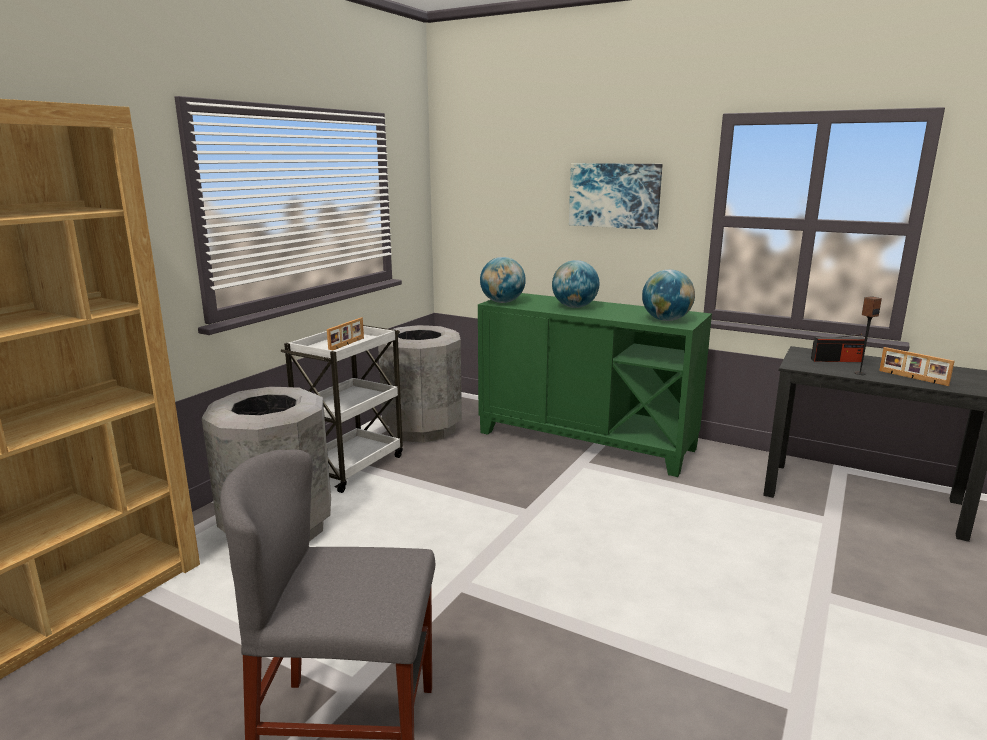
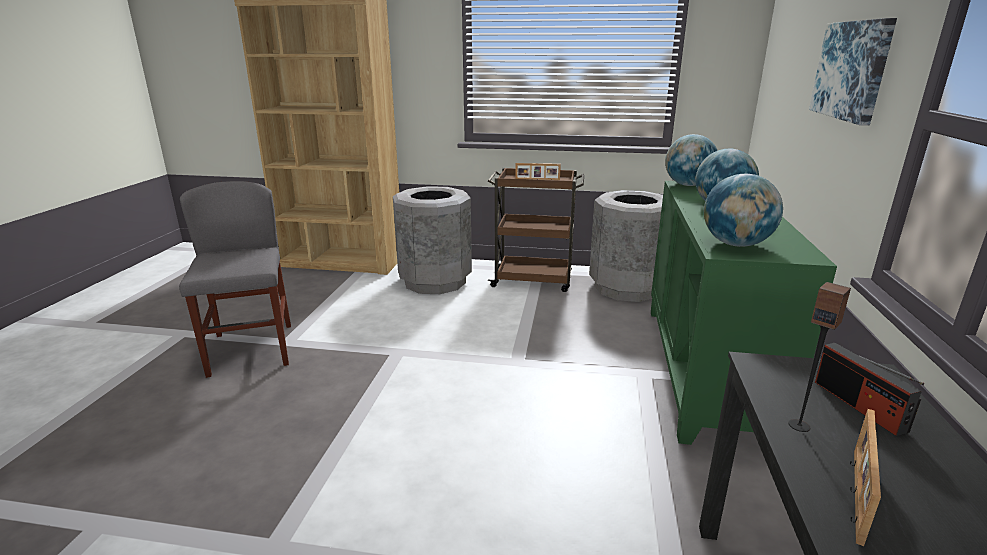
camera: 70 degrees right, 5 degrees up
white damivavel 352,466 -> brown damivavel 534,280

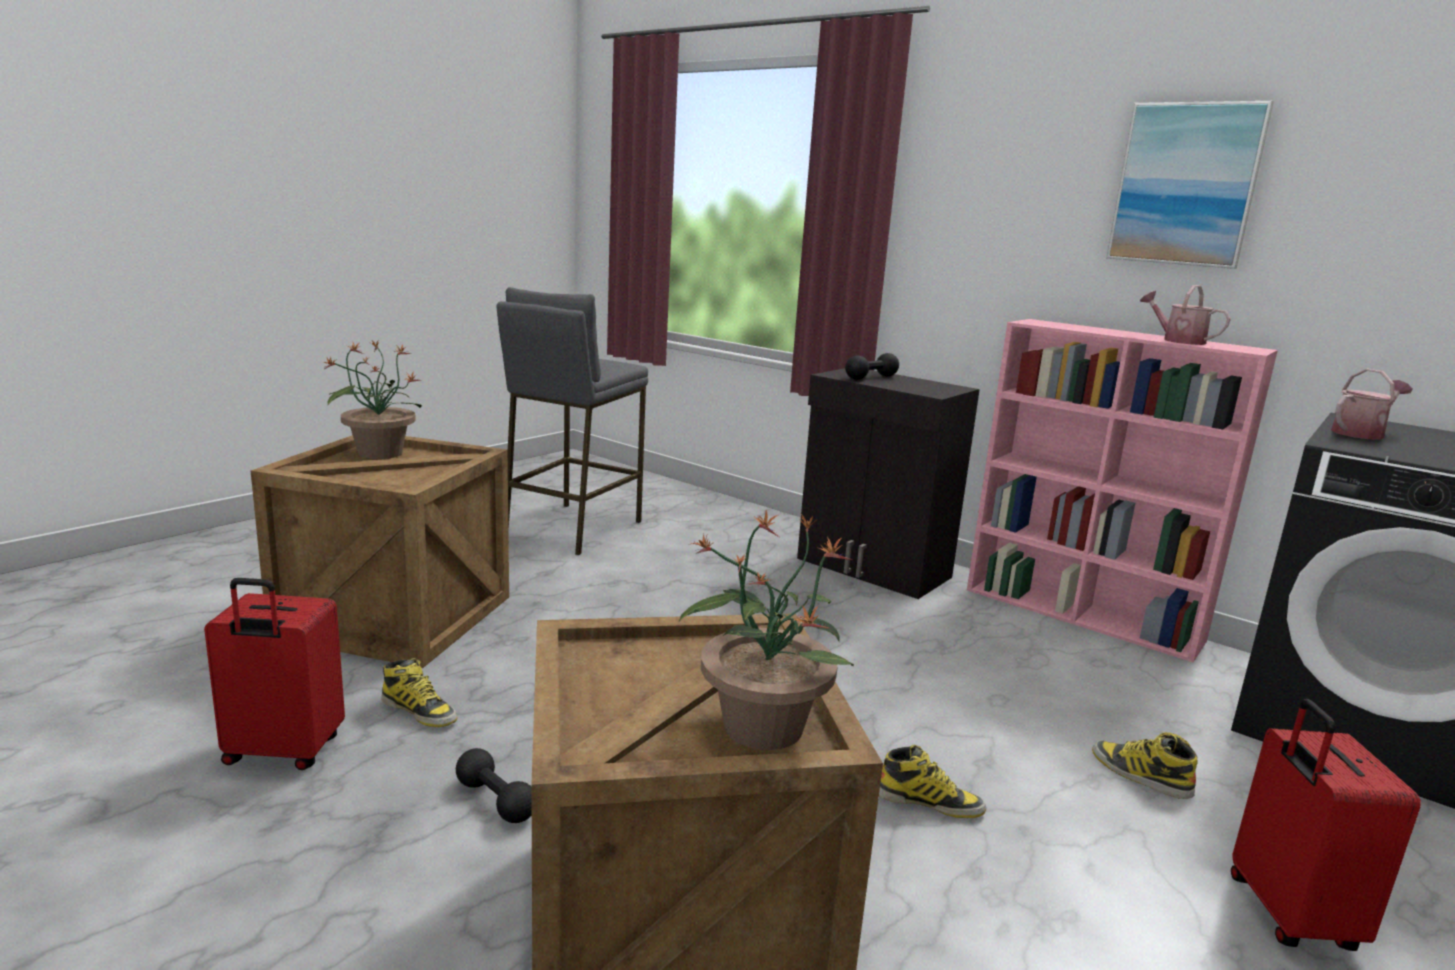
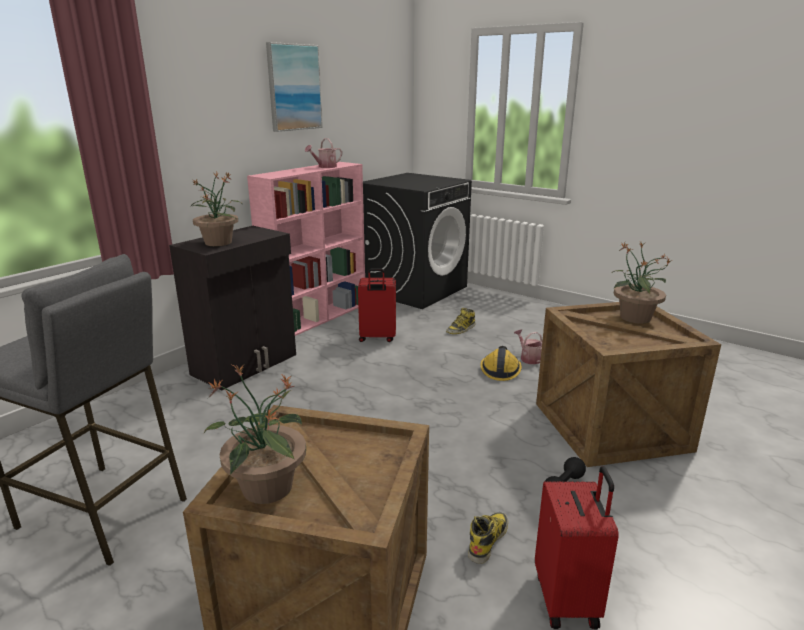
camera: 90 degrees left, 5 degrees up
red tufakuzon 1287,914 -> red tufakuzon 377,338, shifted
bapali 1361,433 -> bapali 528,358, shifted
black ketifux 871,377 -> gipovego 218,242
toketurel 929,802 -> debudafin 500,370

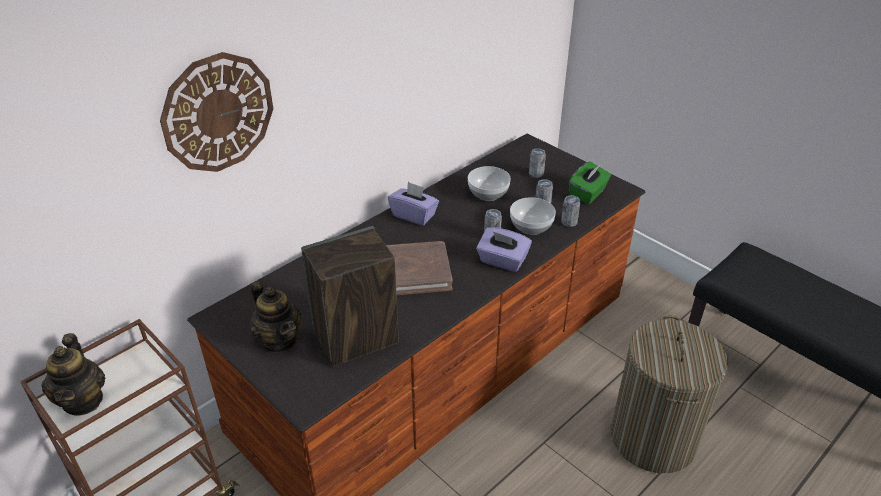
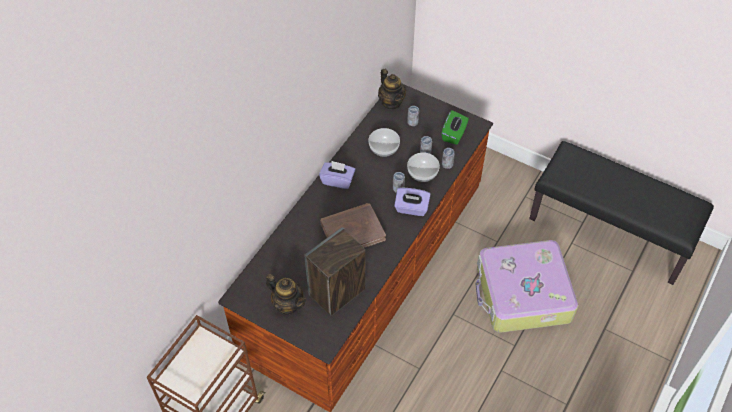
camera: 15 degrees left, 15 degrees up
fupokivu 218,113 -> none
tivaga 83,400 -> tivaga 391,102, shifted
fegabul 653,438 -> tufakuzon 522,294

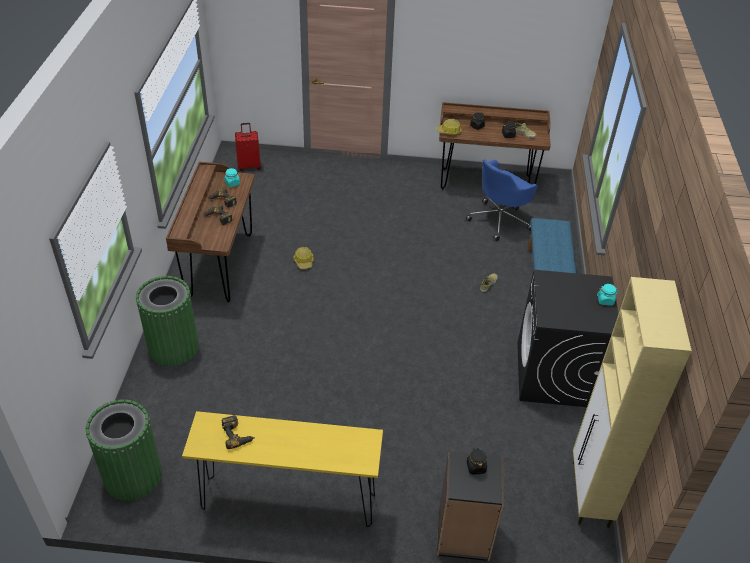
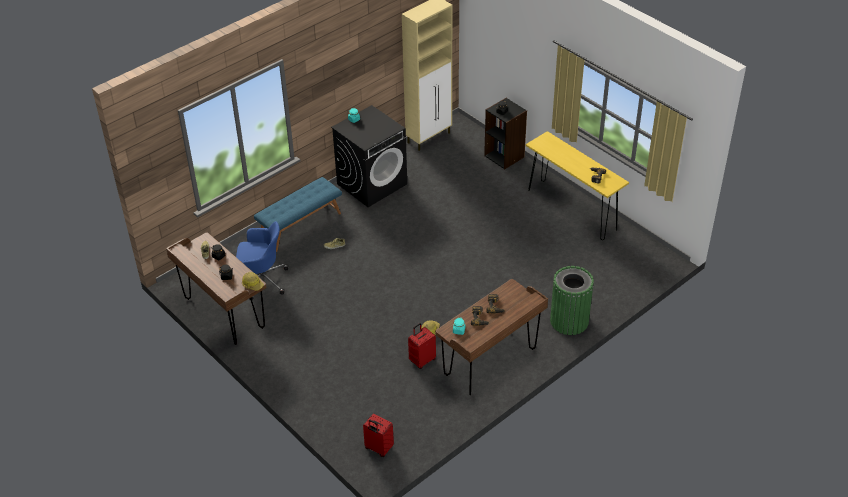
camera: 135 degrees left, 0 degrees up
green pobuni 132,476 -> none
none -> red tufakuzon 422,360

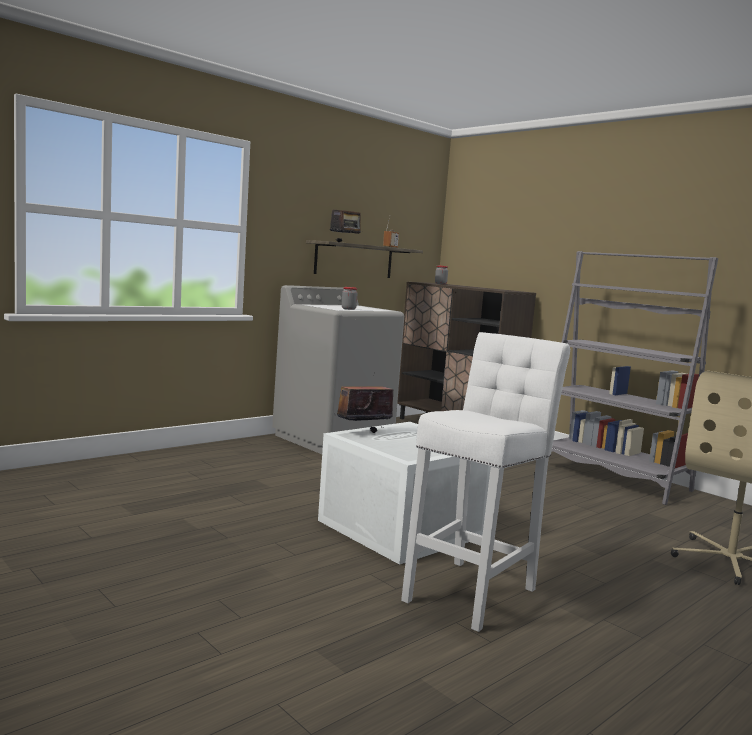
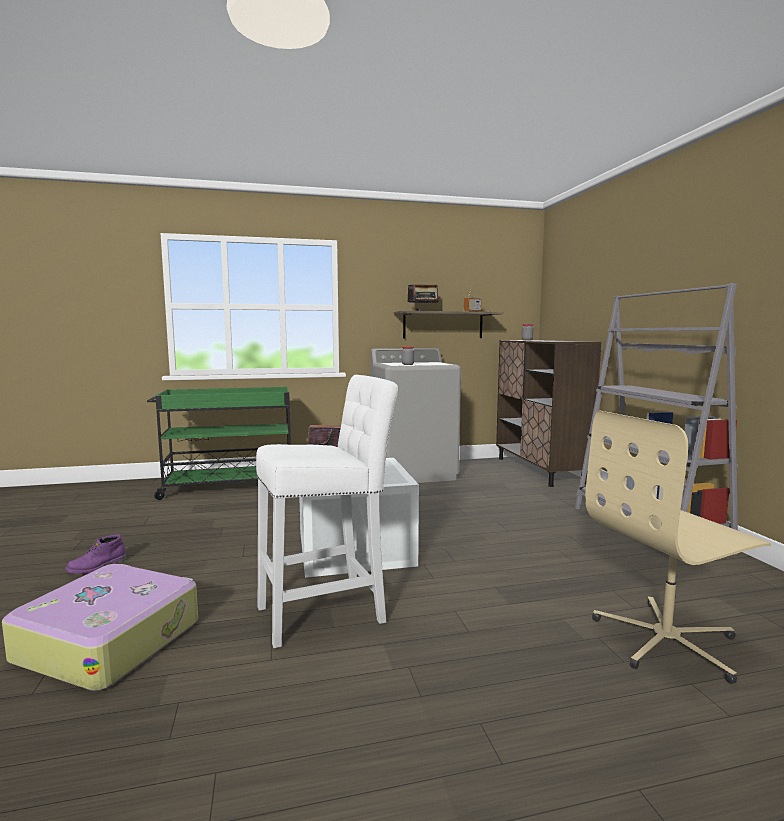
camera: 30 degrees right, 0 degrees up
none -> tufakuzon 110,640
none -> purple toketurel 97,567
none -> green damivavel 229,487

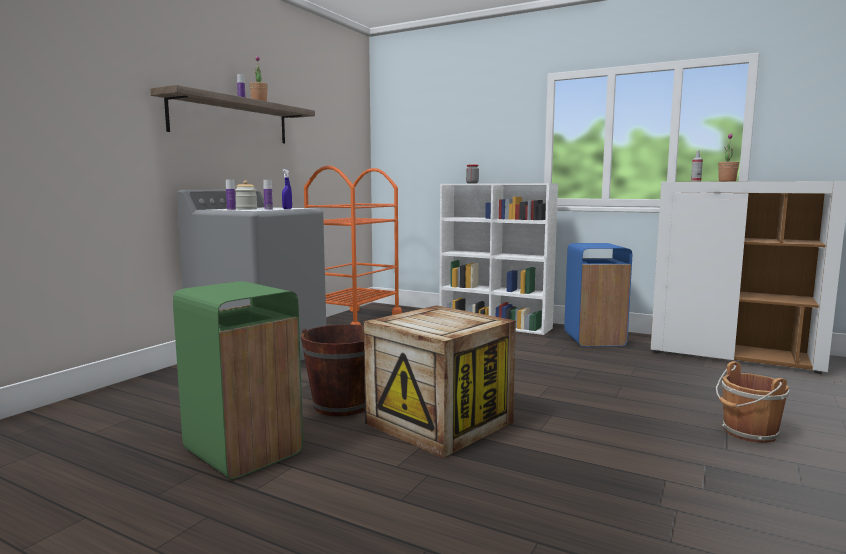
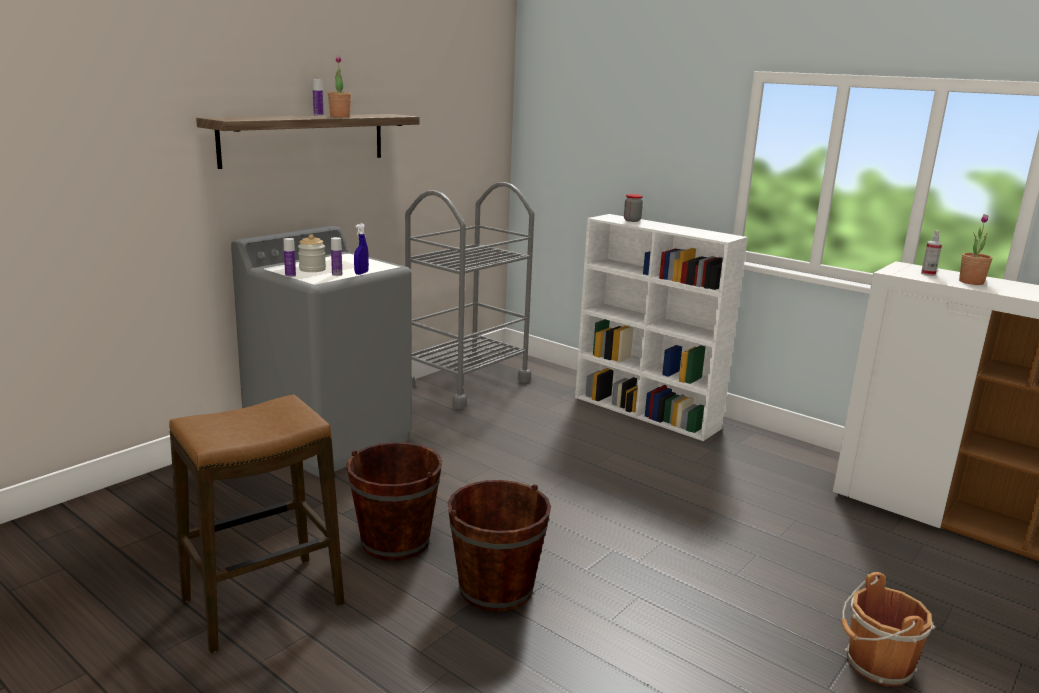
camera: 10 degrees right, 10 degrees up
blue pobuni 594,339 -> none
green pobuni 242,452 -> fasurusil 262,603
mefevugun 439,423 -> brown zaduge 496,589
orange damivavel 354,320 -> grey damivavel 467,383

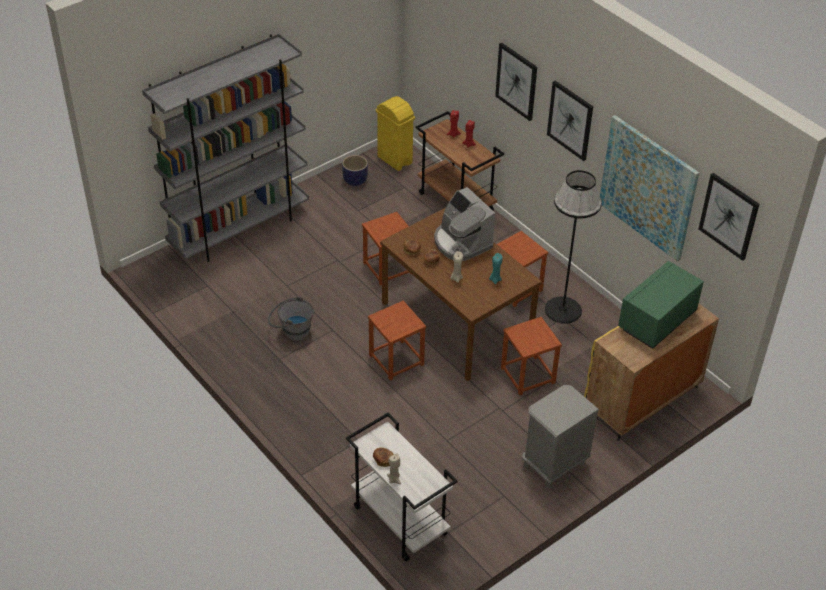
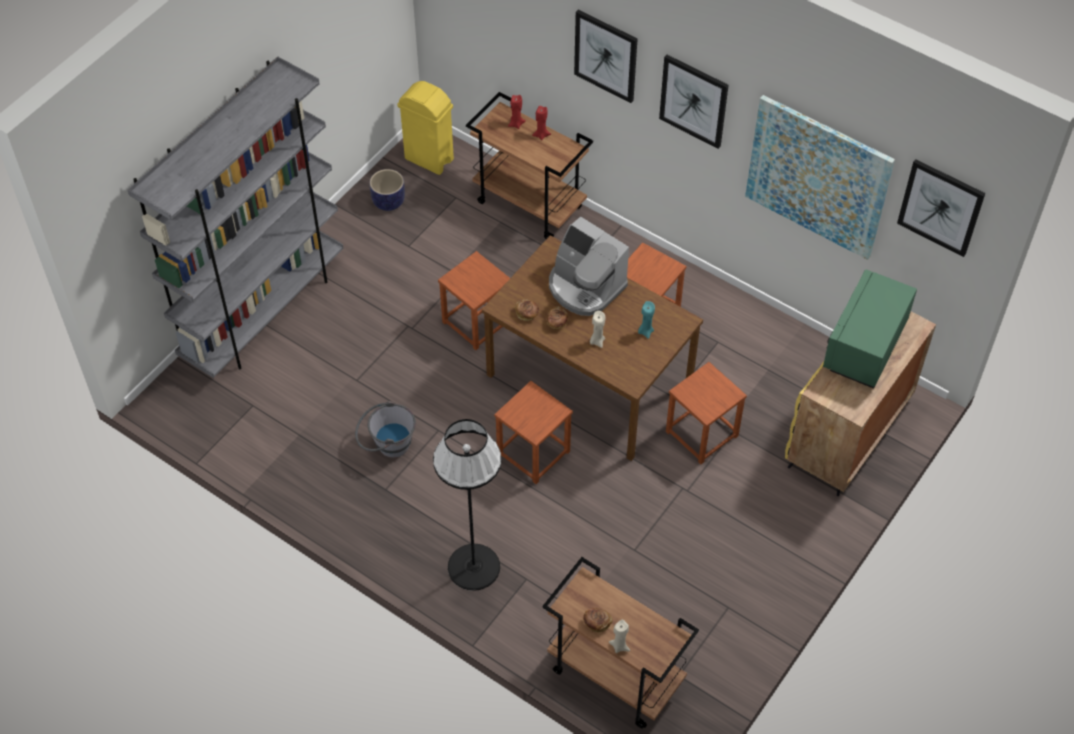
camera: 15 degrees left, 10 degrees up
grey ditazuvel 554,464 -> none
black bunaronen 563,310 -> black bunaronen 473,566, shifted
white damivavel 398,520 -> brown damivavel 614,675

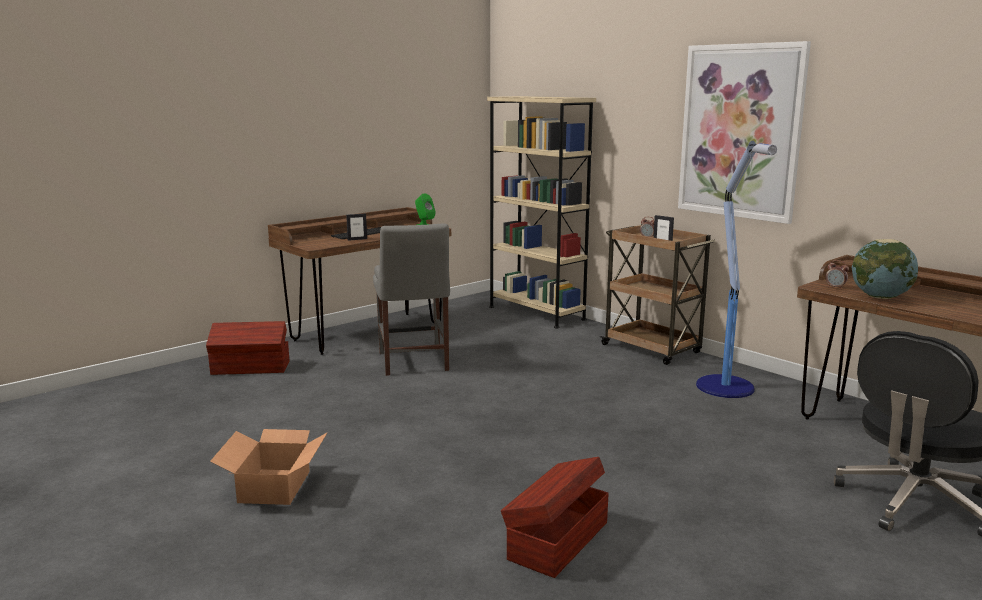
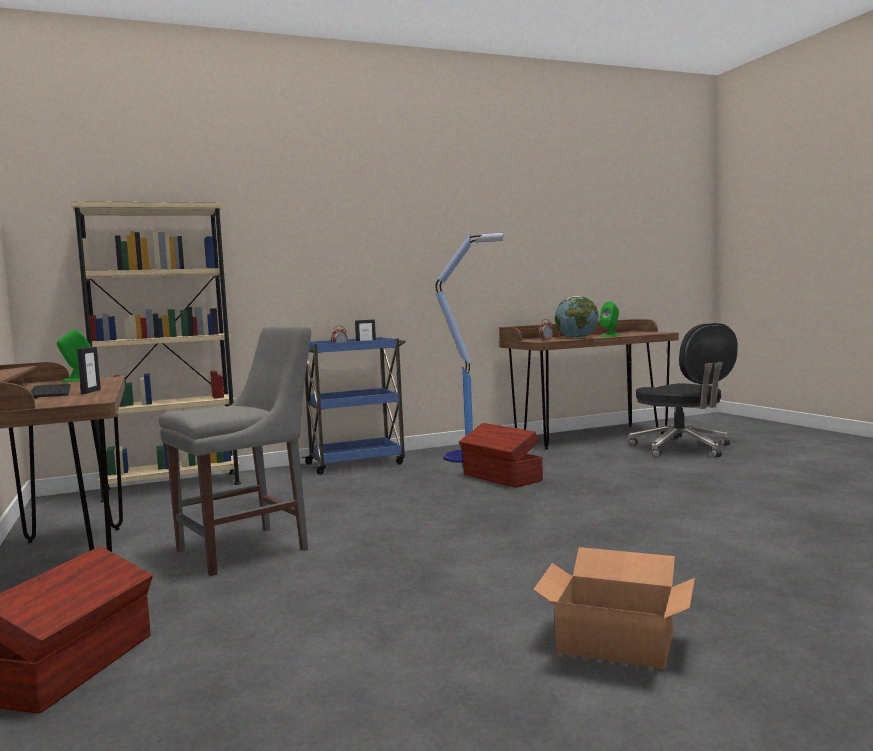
camera: 70 degrees left, 10 degrees down
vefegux 740,131 -> none
none -> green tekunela 610,336
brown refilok 556,540 -> brown refilok 501,478, shifted
brown damivavel 652,349 -> blue damivavel 357,463
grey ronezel 413,363 -> grey ronezel 249,548, 45 degrees counterclockwise

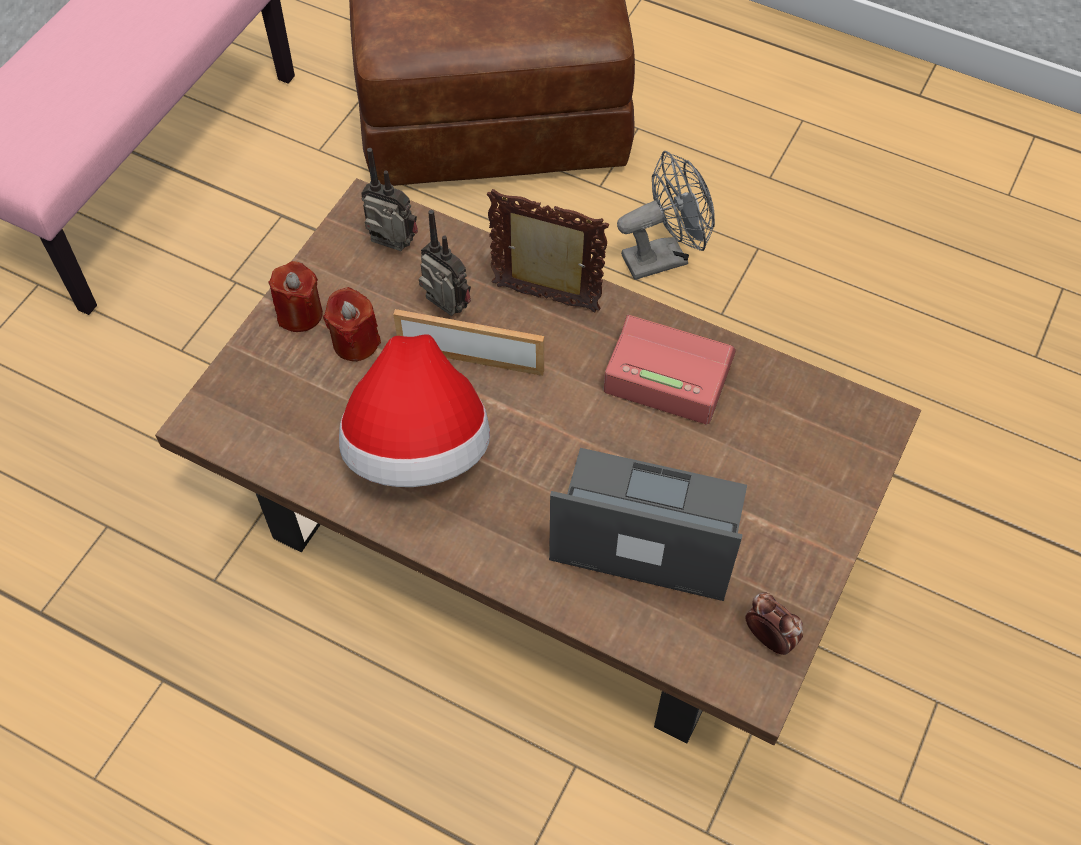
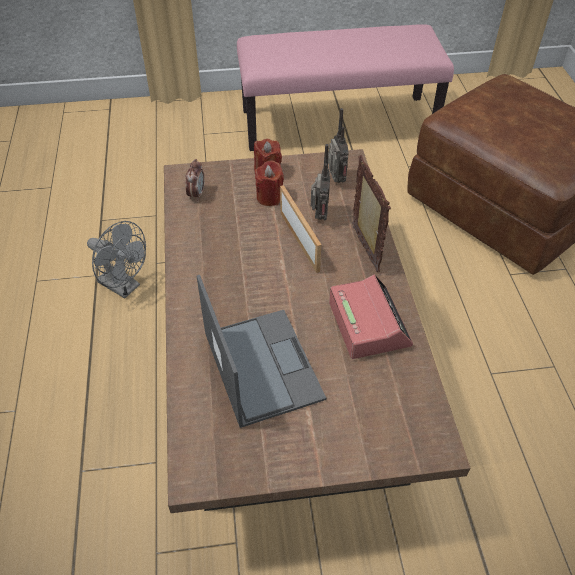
camera: 55 degrees right, 10 degrees down
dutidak 418,448 -> none
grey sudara 664,256 -> grey sudara 124,286, shifted
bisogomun 768,638 -> bisogomun 196,194, shifted

